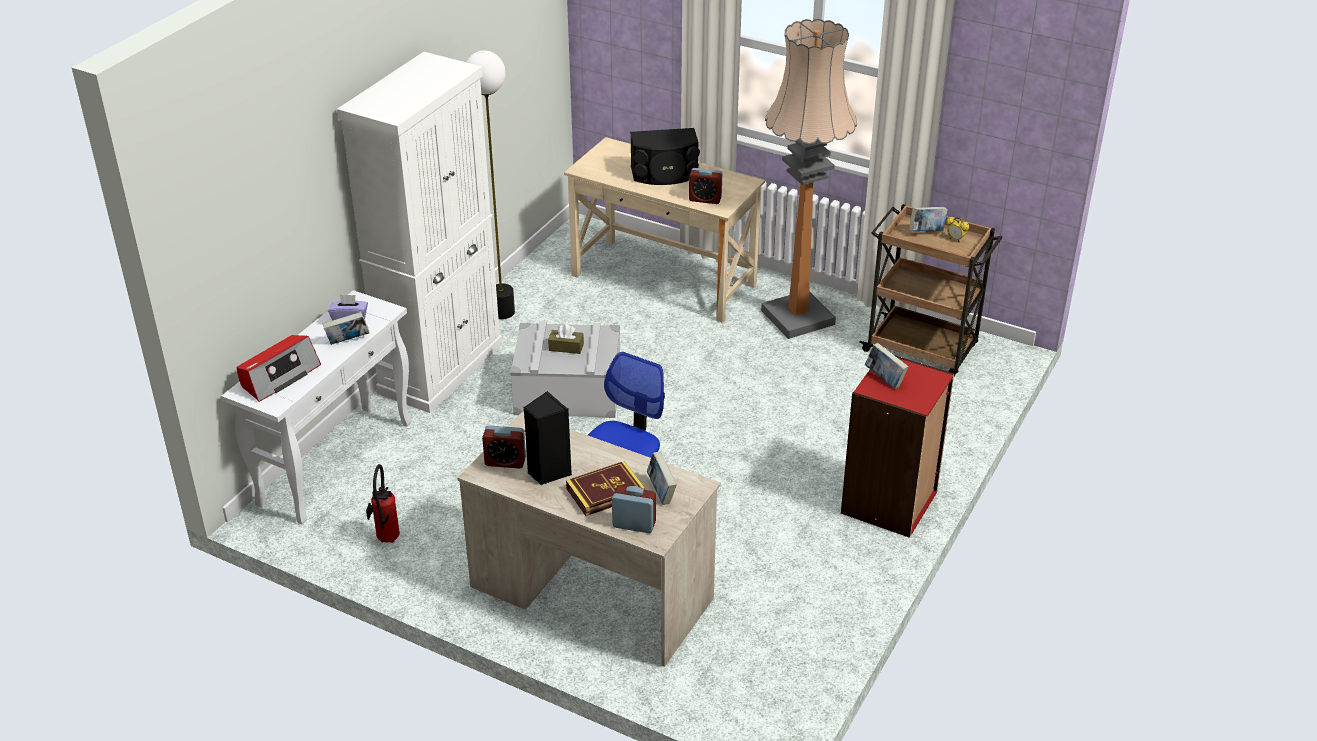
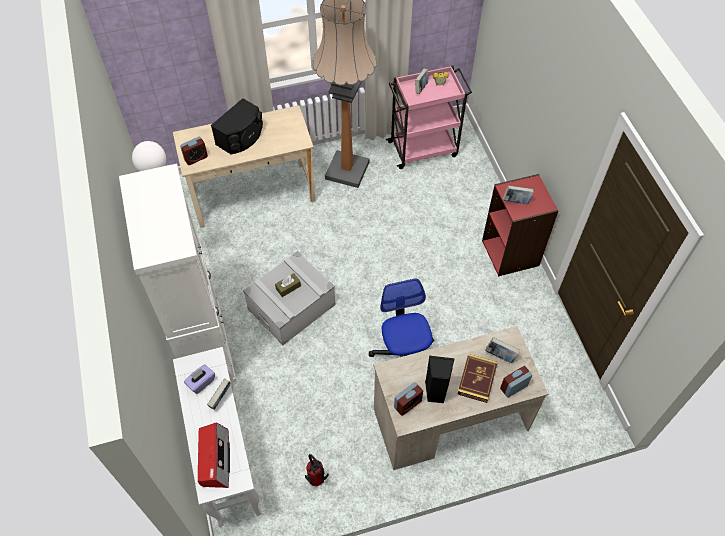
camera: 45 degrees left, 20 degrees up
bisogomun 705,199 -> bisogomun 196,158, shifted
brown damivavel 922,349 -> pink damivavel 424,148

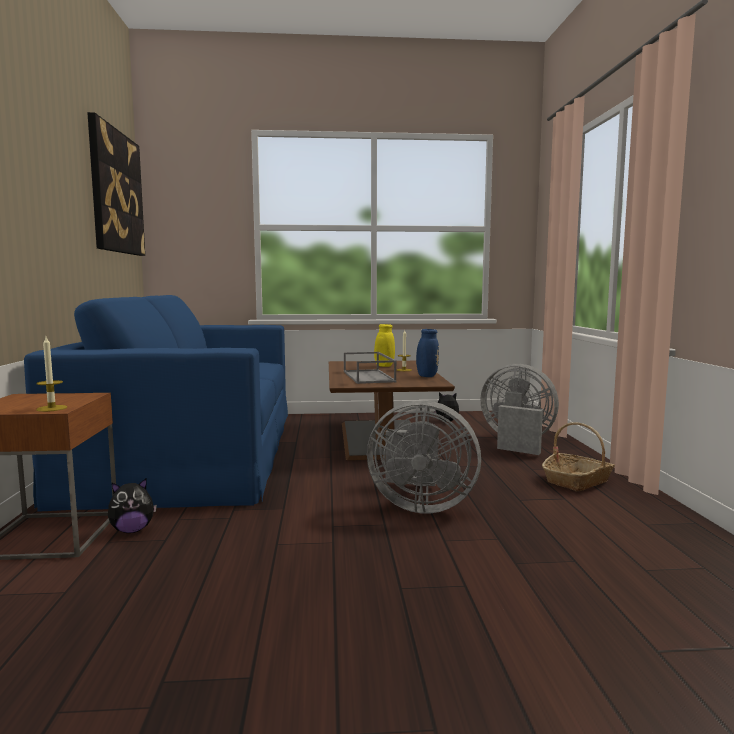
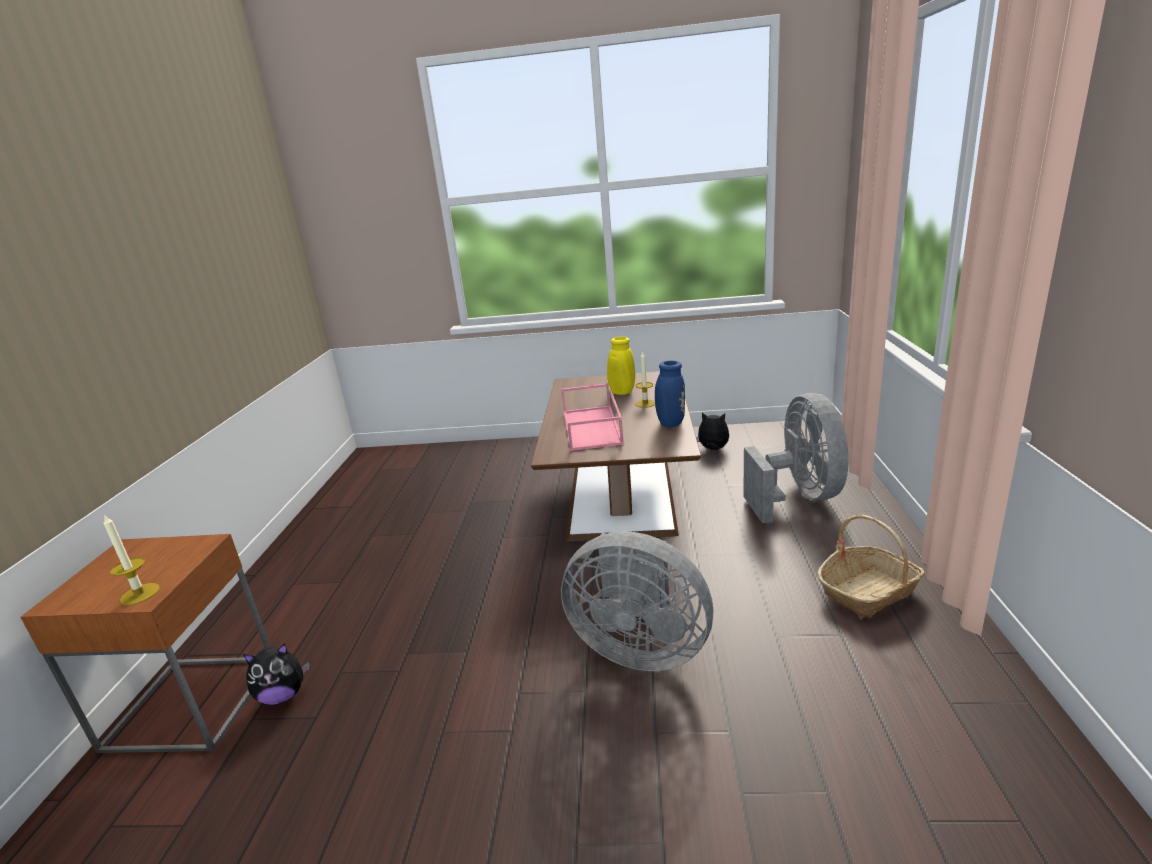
camera: 10 degrees right, 15 degrees up
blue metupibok 194,449 -> none
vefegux 116,192 -> none
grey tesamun 369,377 -> pink tesamun 593,428
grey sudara 516,442 -> grey sudara 799,497, 45 degrees clockwise

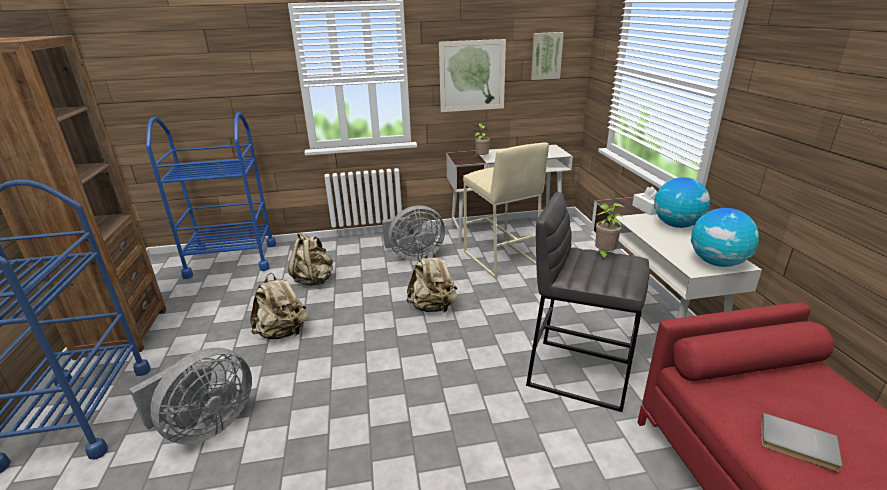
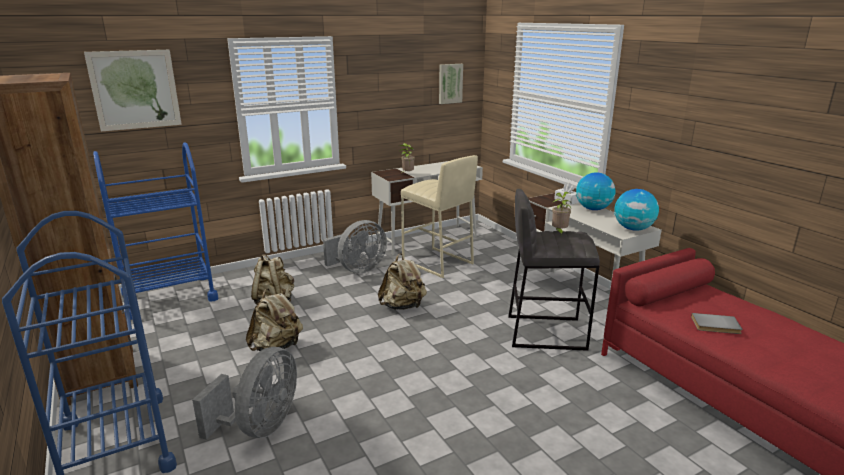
camera: 20 degrees left, 5 degrees down
vefegux 472,76 -> vefegux 135,90, shifted

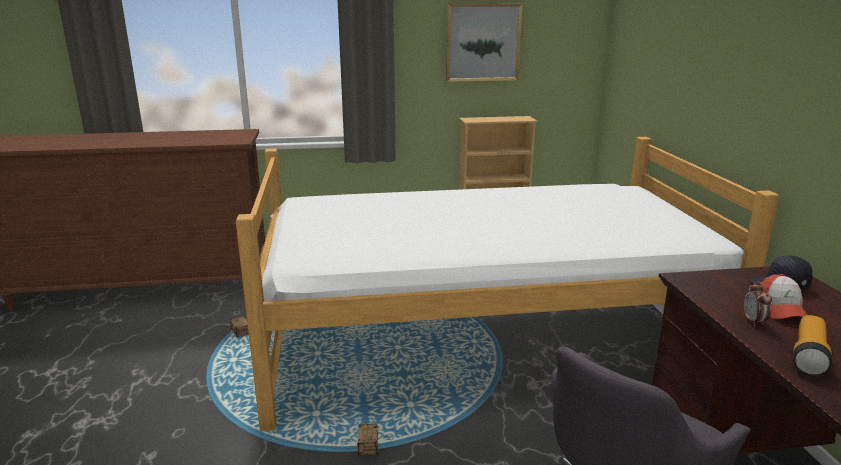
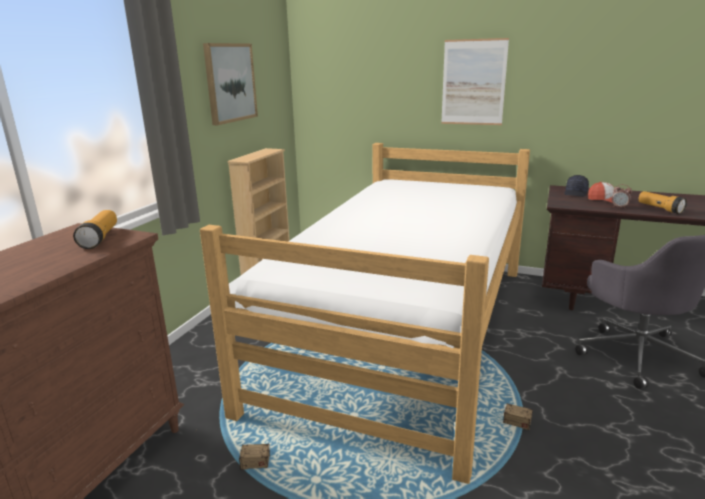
camera: 60 degrees left, 0 degrees up
none -> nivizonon 100,238
none -> vefegux 473,82

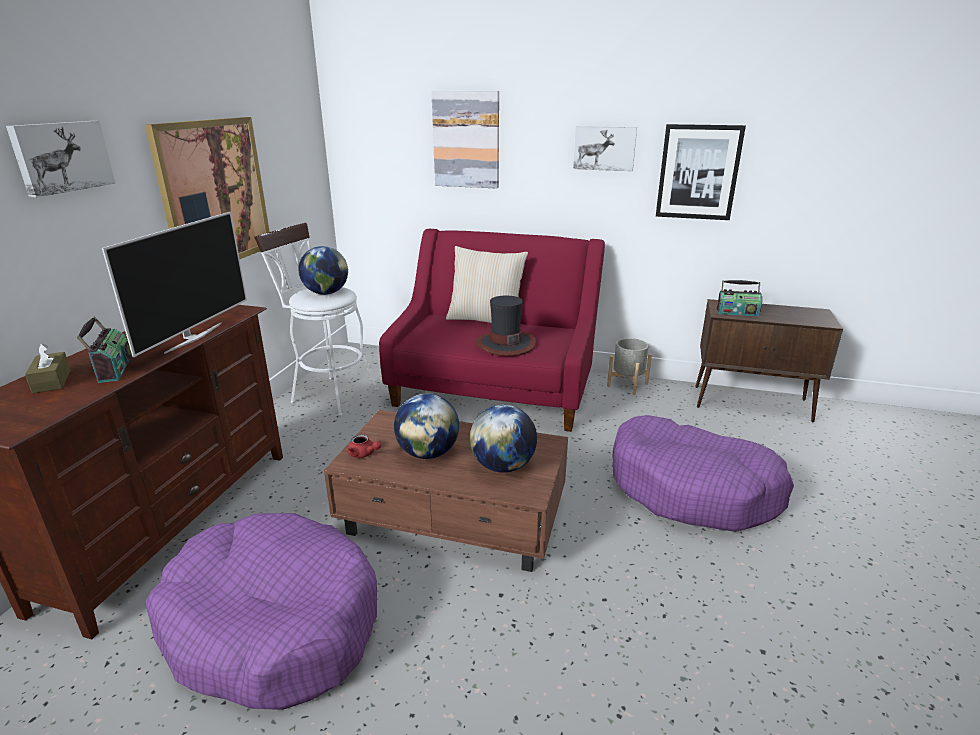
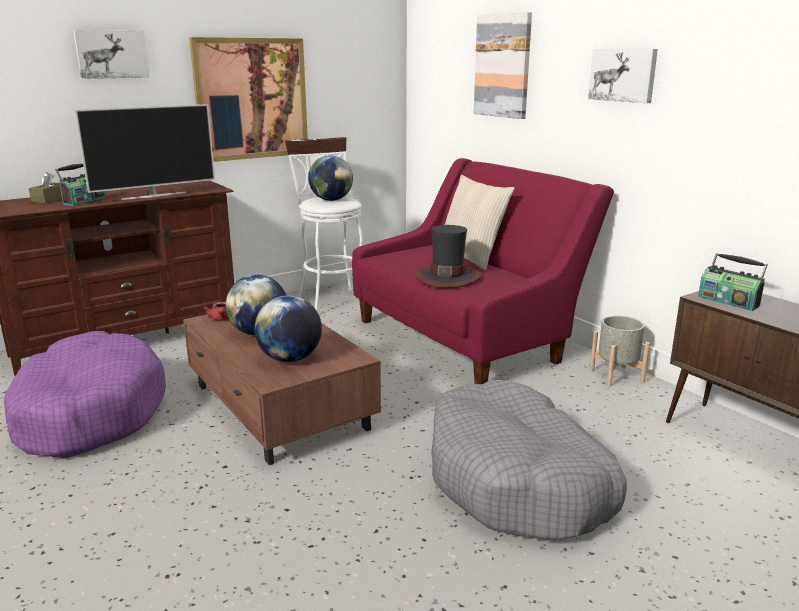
camera: 40 degrees right, 5 degrees down
vefegux 698,172 -> none
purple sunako 692,488 -> grey sunako 518,480

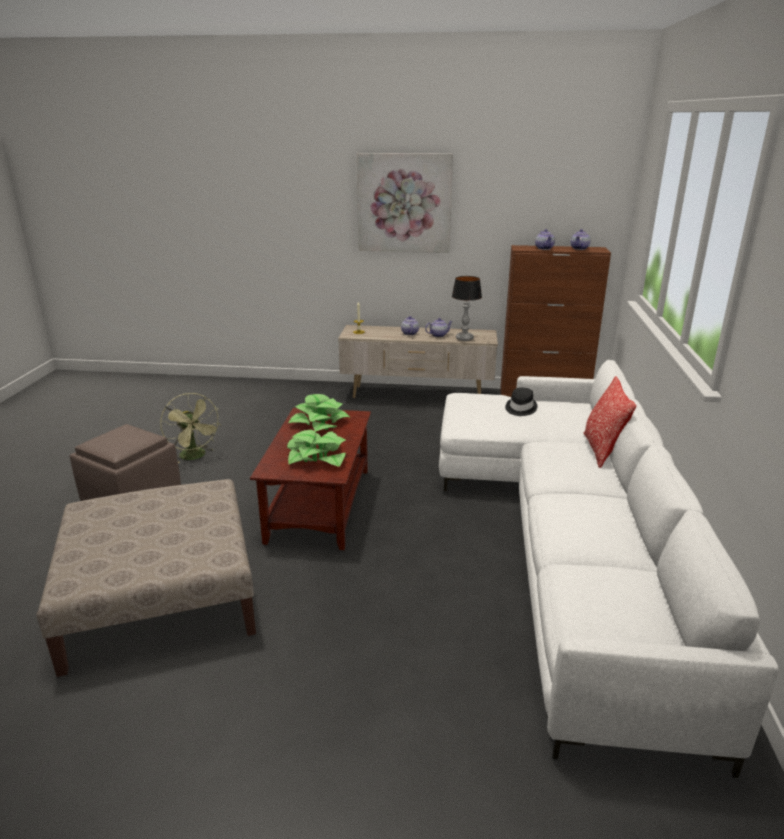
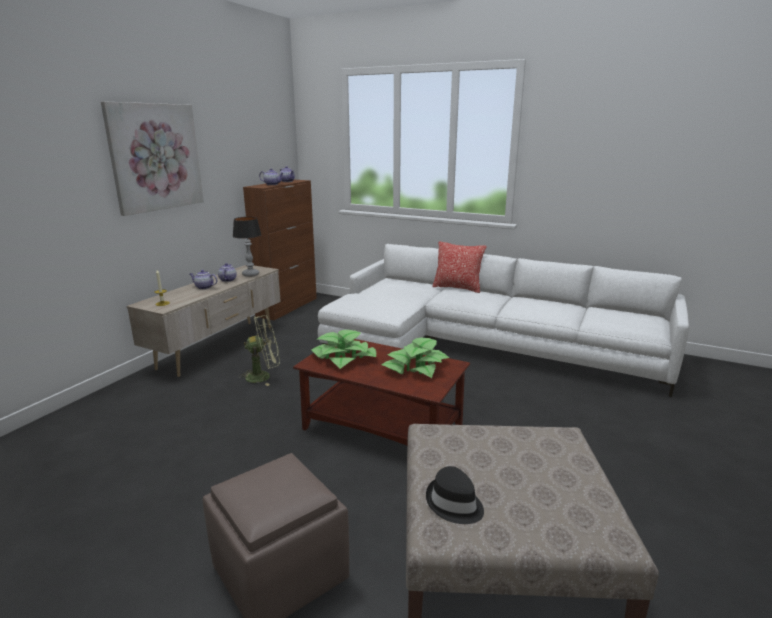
camera: 70 degrees left, 5 degrees down
green sudara 196,456 -> green sudara 263,376, shifted
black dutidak 520,408 -> black dutidak 454,504, shifted

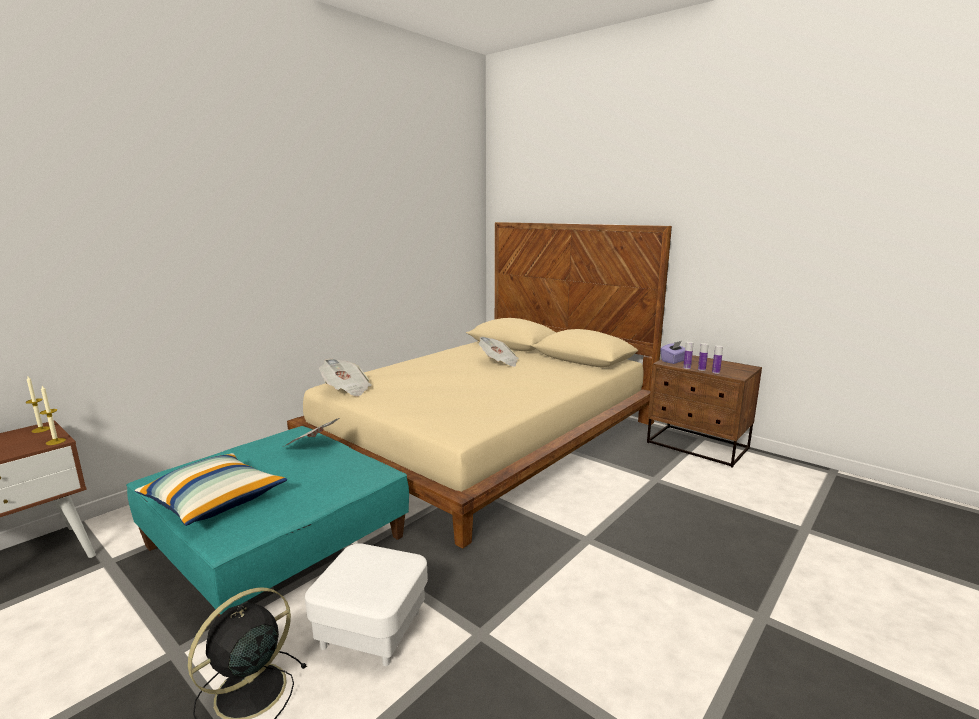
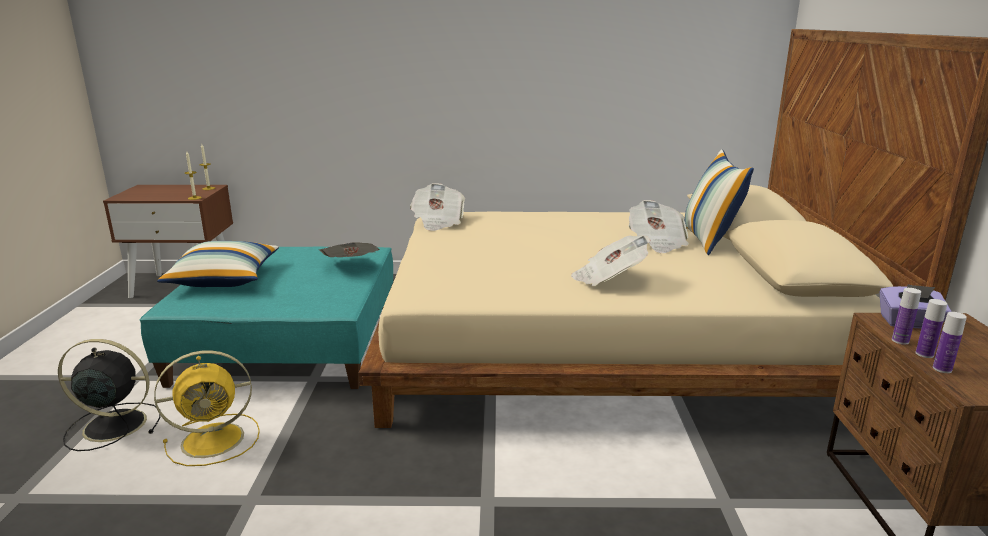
camera: 50 degrees right, 5 degrees up
none -> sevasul 608,279
none -> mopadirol 709,240
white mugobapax 372,629 -> yellow sudara 216,439

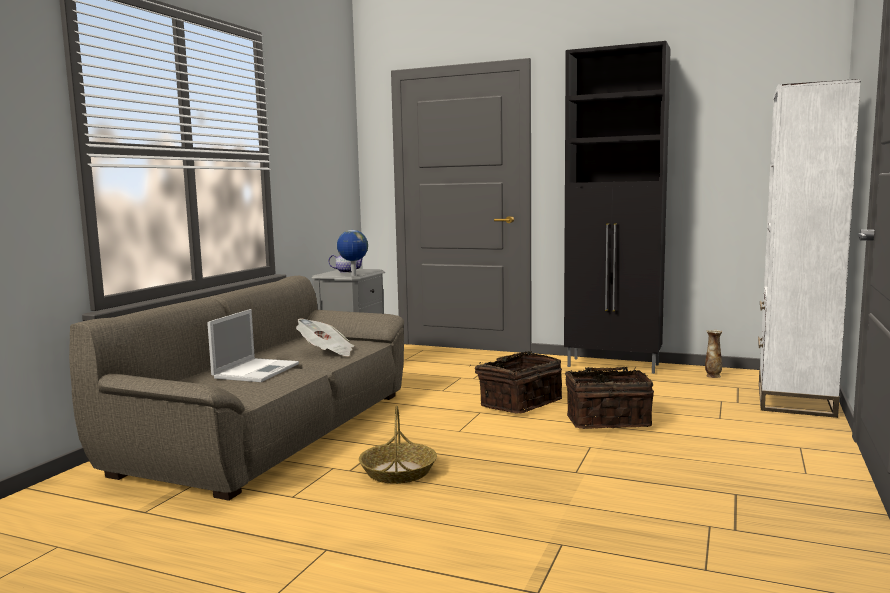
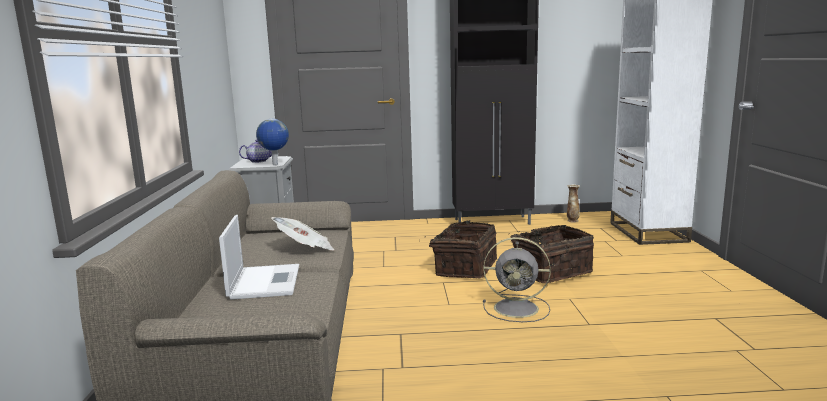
camera: 25 degrees left, 5 degrees up
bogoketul 398,472 -> none
none -> grey sudara 518,308

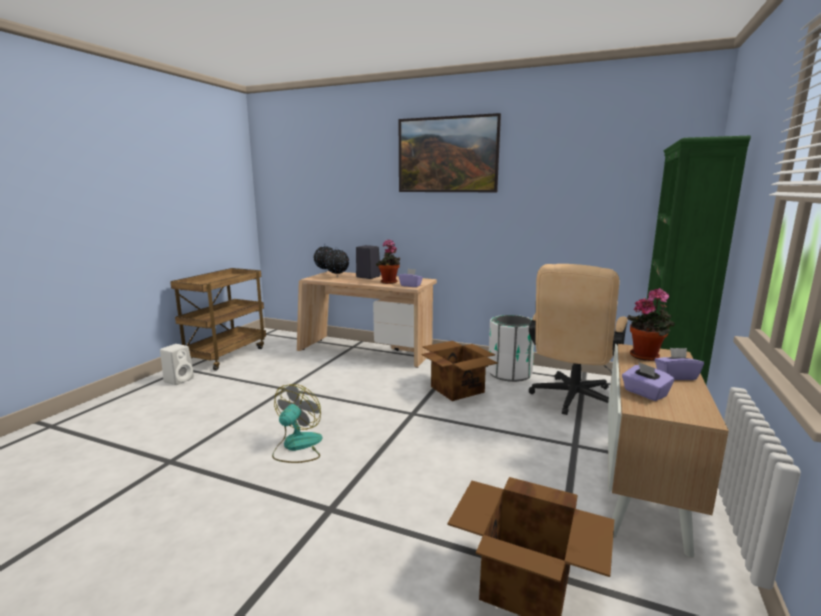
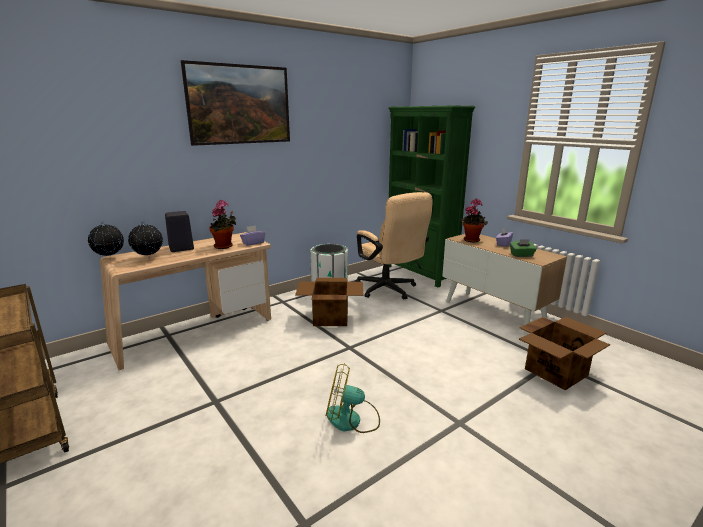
camera: 60 degrees left, 5 degrees up
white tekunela 179,380 -> none
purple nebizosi 644,393 -> green nebizosi 521,255
sudara 297,446 -> sudara 352,419, 45 degrees counterclockwise

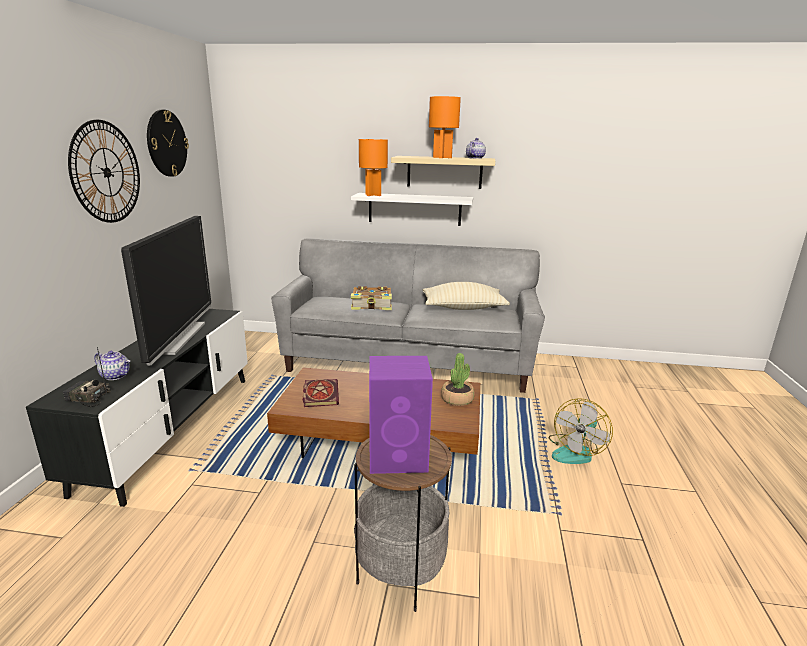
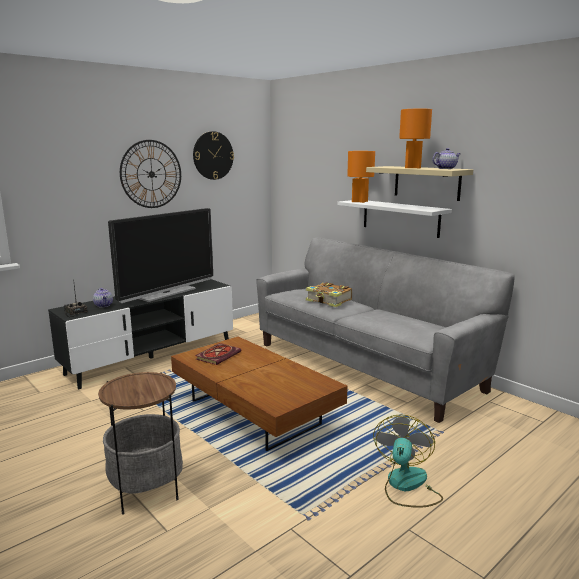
camera: 40 degrees right, 5 degrees down
purple tekunela 399,457 -> none
beige mopadirol 463,308 -> none
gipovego 457,399 -> none
sudara 575,451 -> sudara 406,486, 120 degrees clockwise

